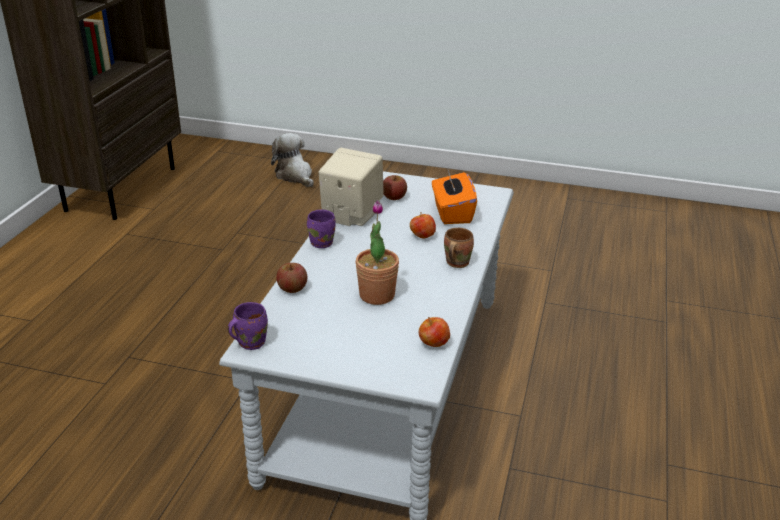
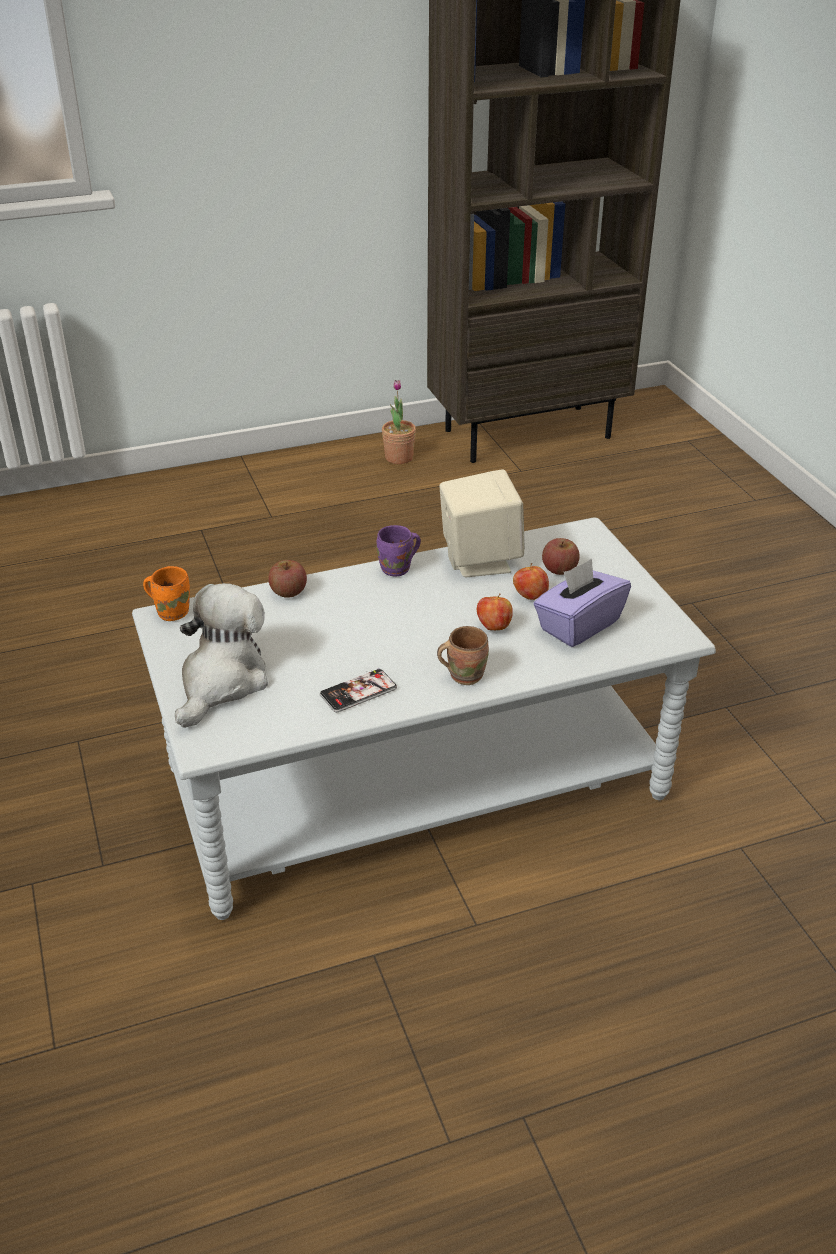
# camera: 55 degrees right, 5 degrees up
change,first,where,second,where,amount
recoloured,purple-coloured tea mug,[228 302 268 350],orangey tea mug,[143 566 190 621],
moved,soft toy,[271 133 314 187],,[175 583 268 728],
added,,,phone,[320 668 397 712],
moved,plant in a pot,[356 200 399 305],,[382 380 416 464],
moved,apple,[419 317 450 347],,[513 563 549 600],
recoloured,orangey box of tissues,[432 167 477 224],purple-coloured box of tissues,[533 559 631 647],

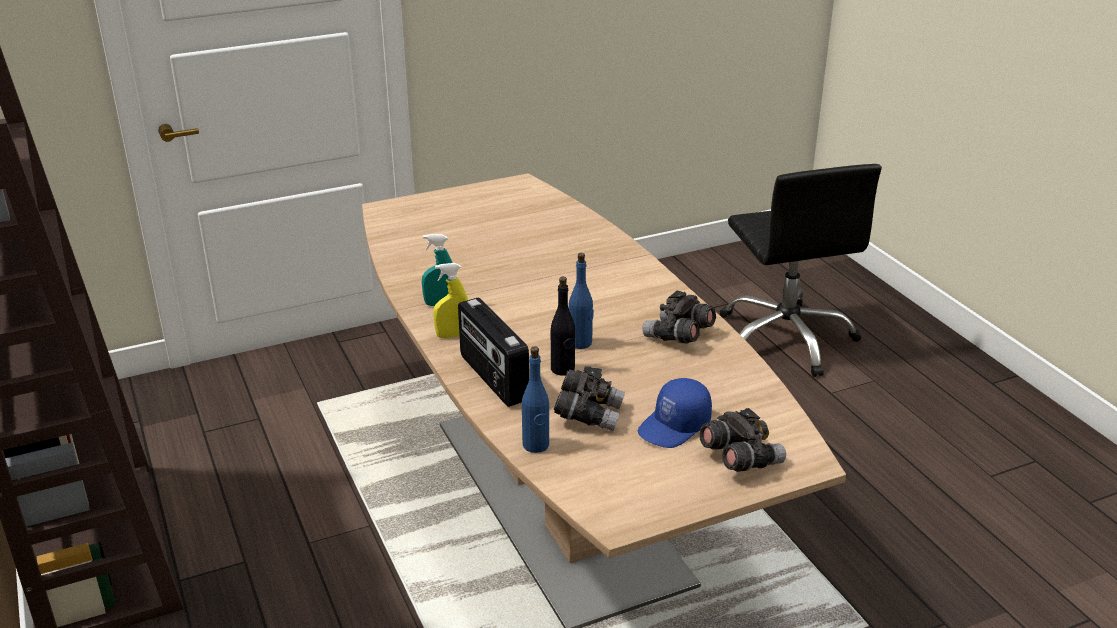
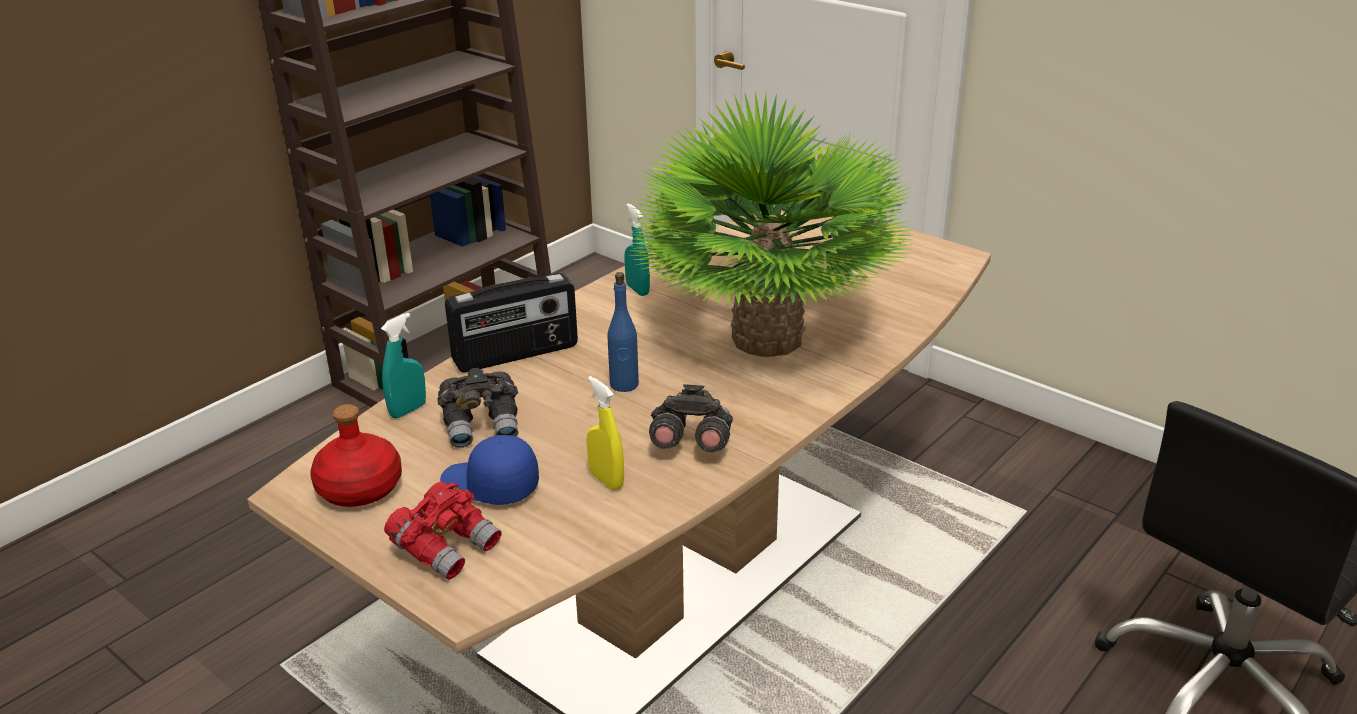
# camera: 65 degrees right, 0 degrees up
change,first,where,second,where,amount
added,,,red drink bottle,[310 404 402 507],
replaced,blue-coloured drink bottle,[522 346 549 453],blue-green spray bottle,[381 313 426 418],
recoloured,gray pair of binoculars,[699 408 786 472],red pair of binoculars,[384 481 502 580],
turned,radio,[458 298 529 407],,[445 273 578 373],150 degrees counterclockwise
moved,yellow-coloured spray bottle,[433 263 468 338],,[586 376 624 490],
added,,,plant in a pot,[628 91 914 357],
removed,blackish drink bottle,[551 277 575 375],,,

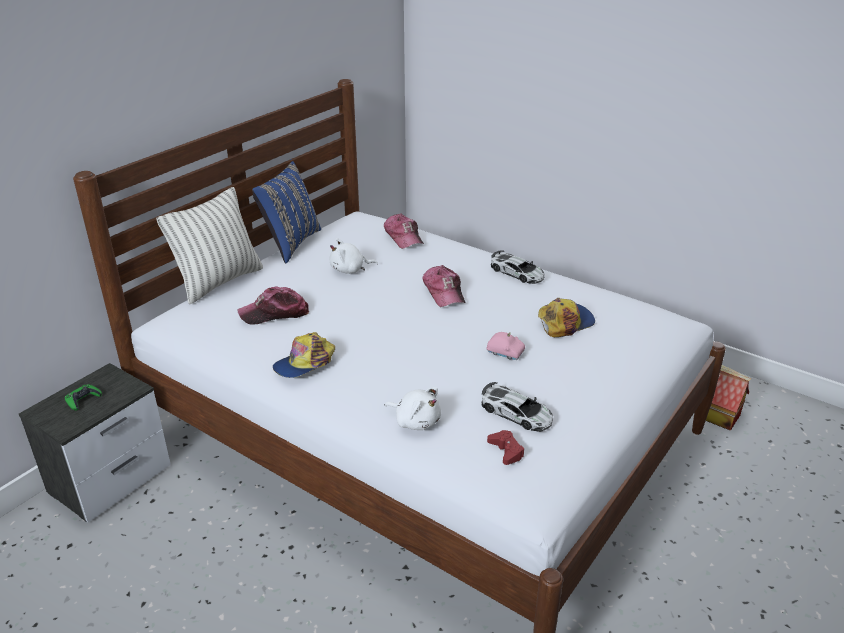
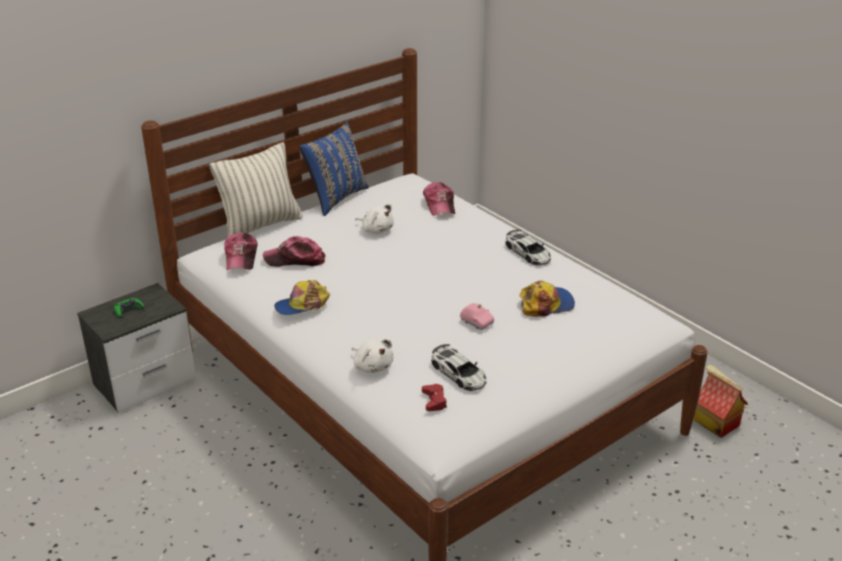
# camera: 15 degrees right, 0 degrees up
change,first,where,second,where,amount
moved,baseball cap,[423 265 466 307],,[224 233 257 270],
turned,white soft toy,[330 238 378 274],,[355 204 394 233],150 degrees counterclockwise

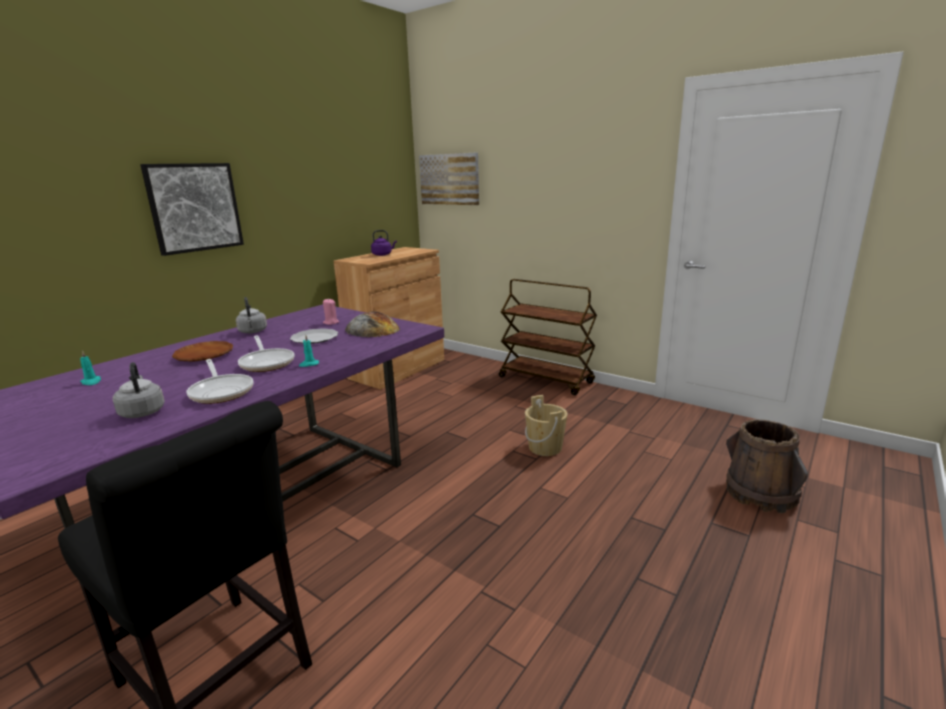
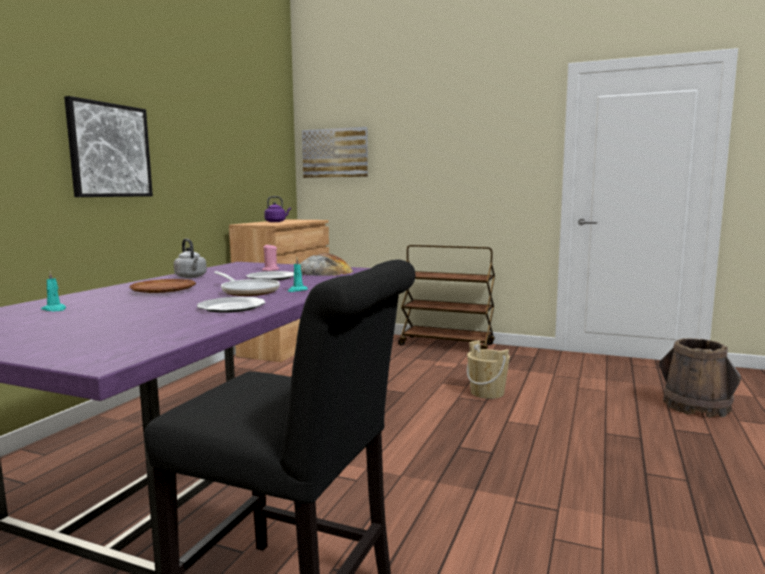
# camera: 15 degrees left, 10 degrees down
change,first,where,second,where,amount
replaced,pan,[187 359 254 404],dinner plate,[197 297 266 313],
removed,gray water kettle,[113 362 165 418],,,

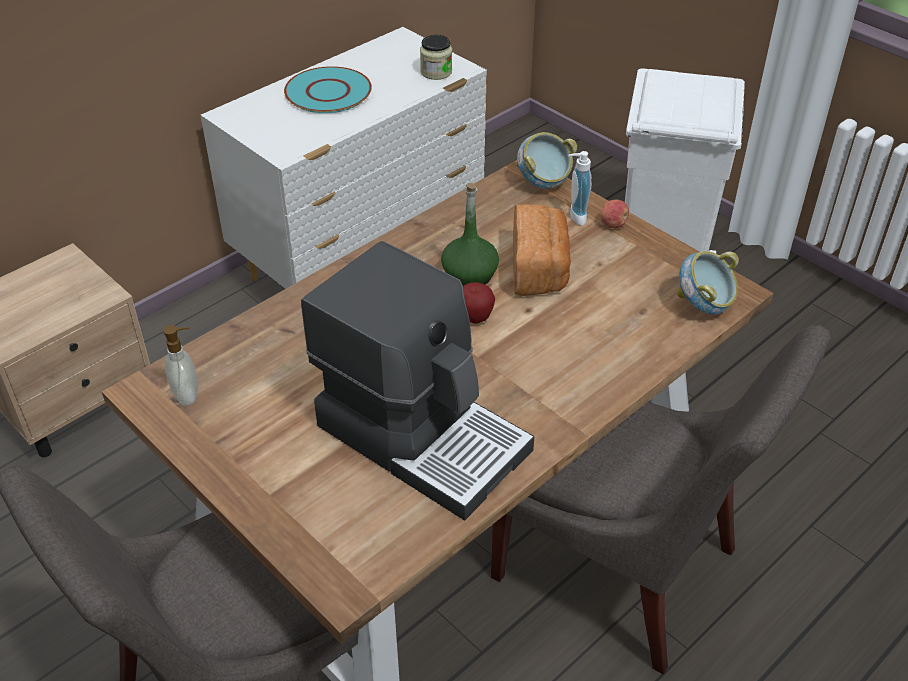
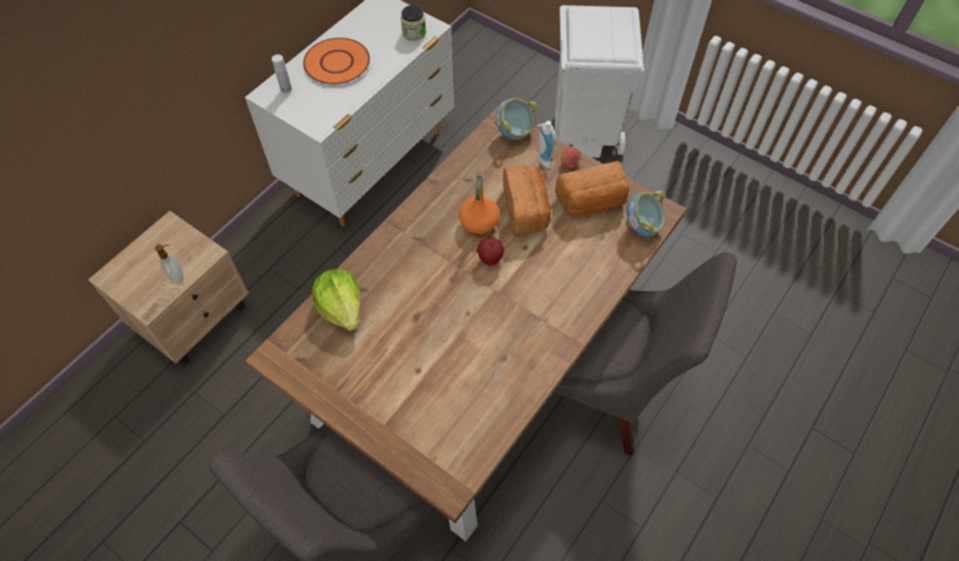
# camera: 10 degrees left, 15 degrees up
change,first,where,second,where,amount
moved,liquid soap bottle,[163 325 198 406],,[155 244 184 284],
added,,,white drink bottle,[272 54 292 94],
recoloured,blue-green dinner plate,[284 66 372 113],orangey dinner plate,[303 38 370 85],
added,,,lettuce head,[312 269 360 331],
recoloured,green drink bottle,[441 183 499 286],orangey drink bottle,[459 171 500 235],
added,,,bakery bread,[555 161 630 217],
removed,coffee brewer,[301 241 534 520],,,

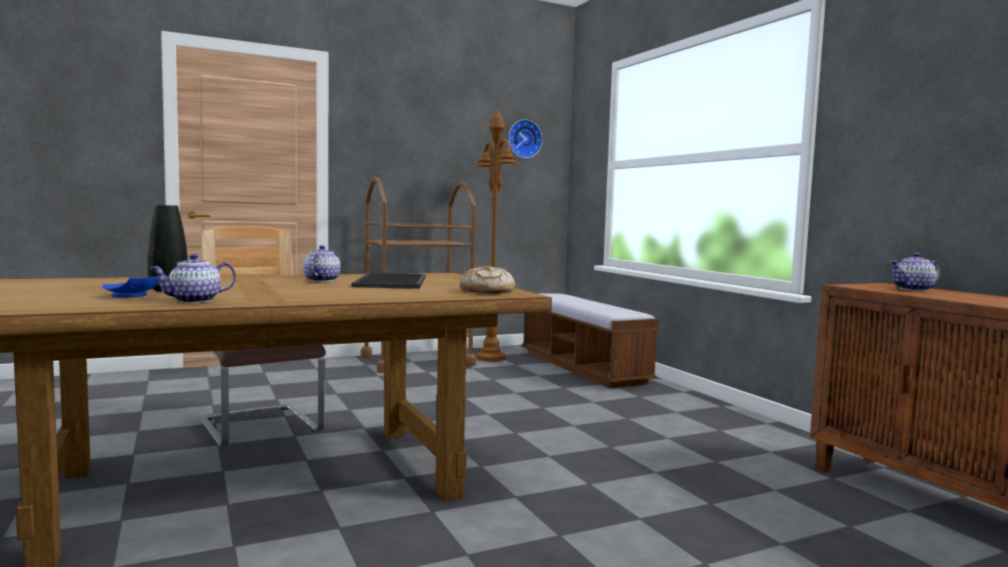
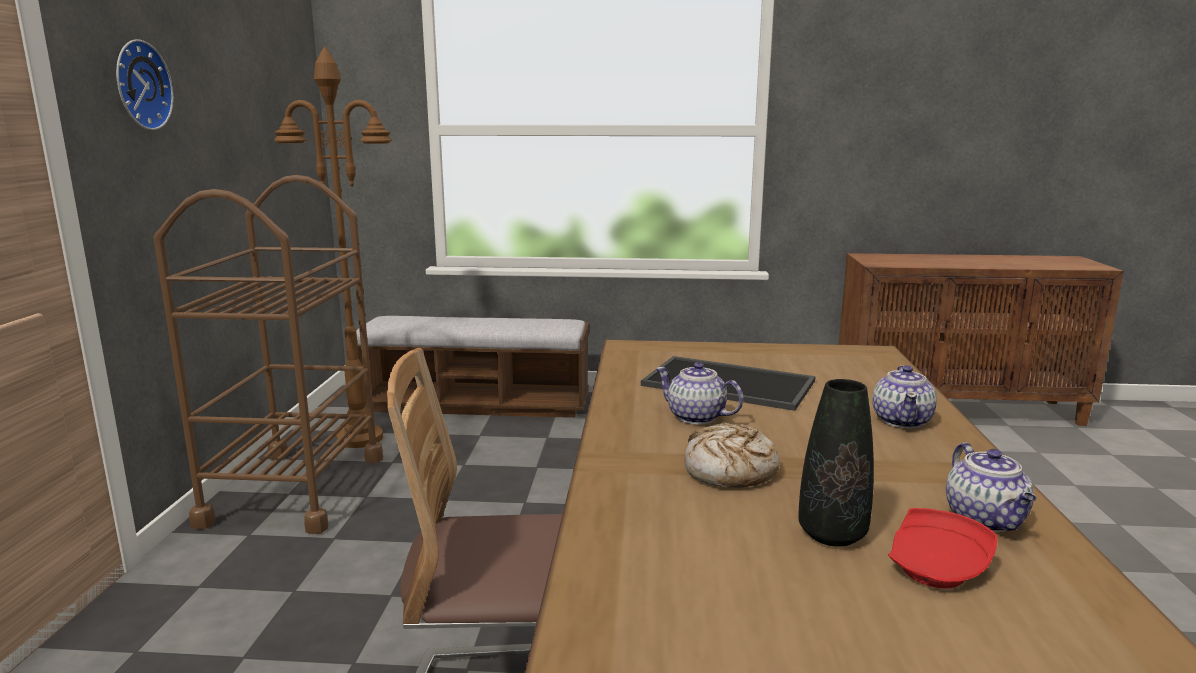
# camera: 60 degrees left, 10 degrees up
change,first,where,second,where,amount
moved,clock on the wall,[508 120 542 158],,[116 39 174 130],
moved,bakery bread,[460 266 515 293],,[684 422 780 488],
moved,teapot,[890 253 941 291],,[872 365 937 429],
recoloured,blue-coloured dinner plate,[102 276 159 298],red dinner plate,[888 508 998 588],

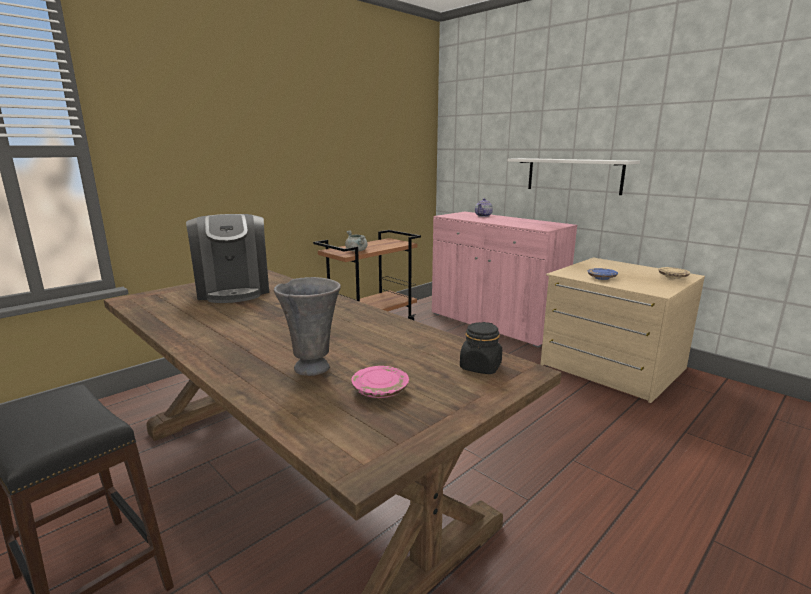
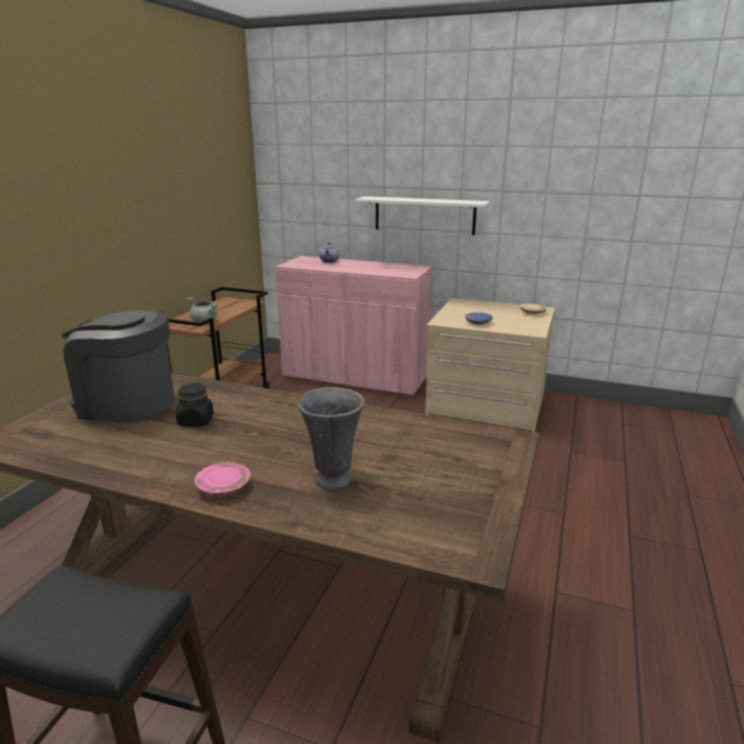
# camera: 25 degrees left, 5 degrees up
change,first,where,second,where,amount
turned,coffee brewer,[186 214 269 303],,[62 310 175 422],150 degrees clockwise
moved,blackish preserve jar,[460 322 502 374],,[176 383 214 427],
moved,pinkish dinner plate,[351 366 409 398],,[194 462 250 497],

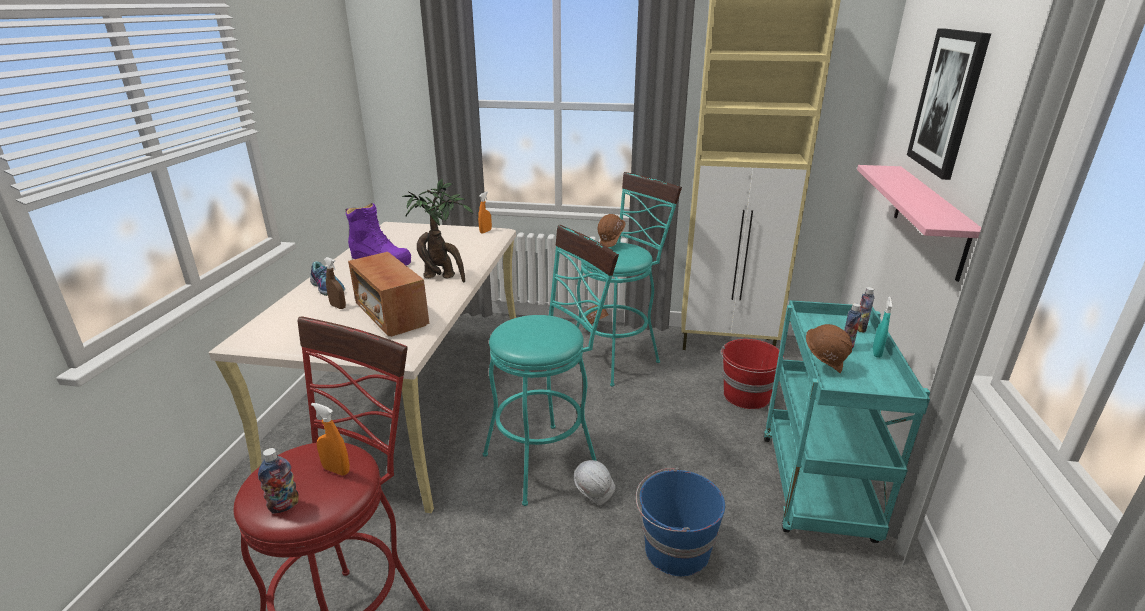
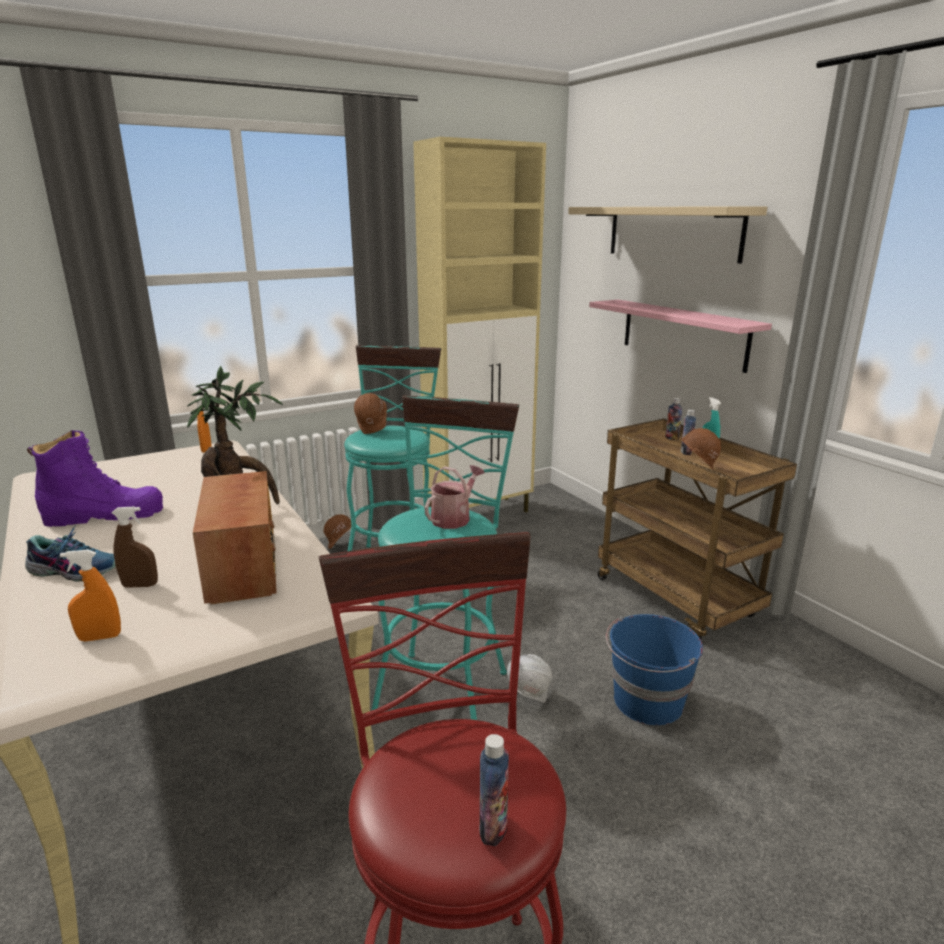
# camera: 40 degrees left, 5 degrees down
change,first,where,second,where,amount
moved,orangey spray bottle,[311 403 350 475],,[60 550 121 641],
turned,radio,[348 252 429 337],,[193 471 277 604],120 degrees counterclockwise
added,,,watering pot,[424 465 484 529],
replaced,wall art,[907 29 991 180],sand-coloured bracket shelf,[568 206 767 264],
recoloured,blue-green cart,[764 300 930 543],brownish cart,[598 418 797 639],
removed,red bucket,[721 339 785 409],,,

